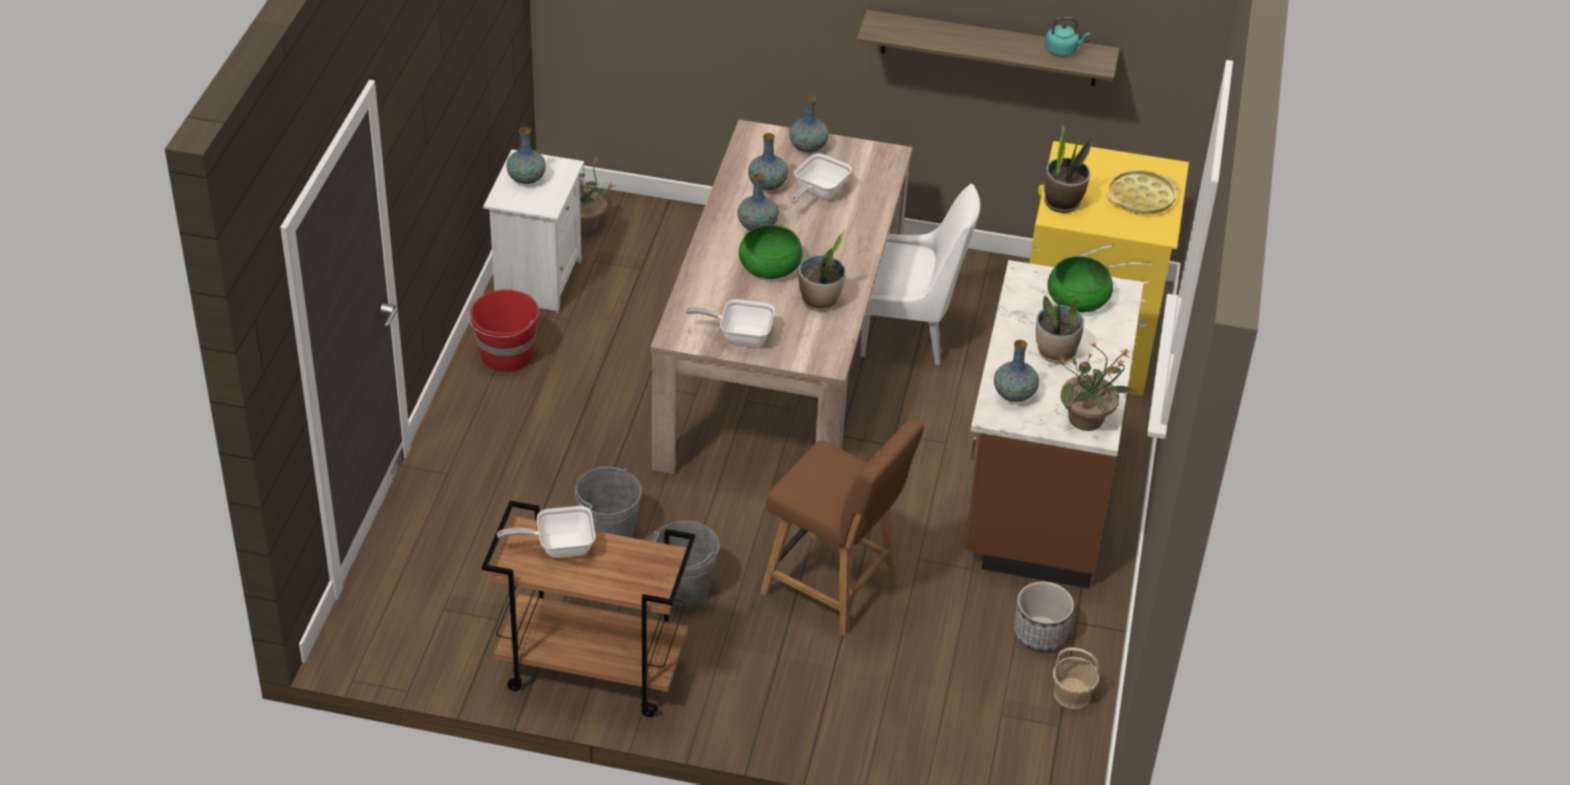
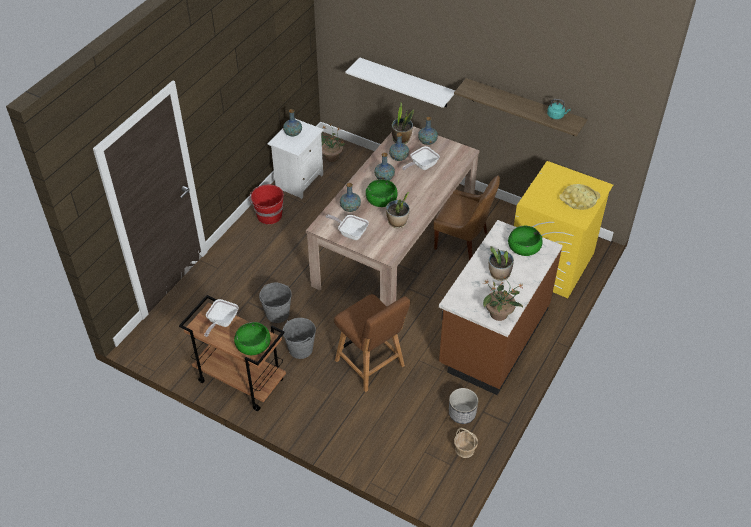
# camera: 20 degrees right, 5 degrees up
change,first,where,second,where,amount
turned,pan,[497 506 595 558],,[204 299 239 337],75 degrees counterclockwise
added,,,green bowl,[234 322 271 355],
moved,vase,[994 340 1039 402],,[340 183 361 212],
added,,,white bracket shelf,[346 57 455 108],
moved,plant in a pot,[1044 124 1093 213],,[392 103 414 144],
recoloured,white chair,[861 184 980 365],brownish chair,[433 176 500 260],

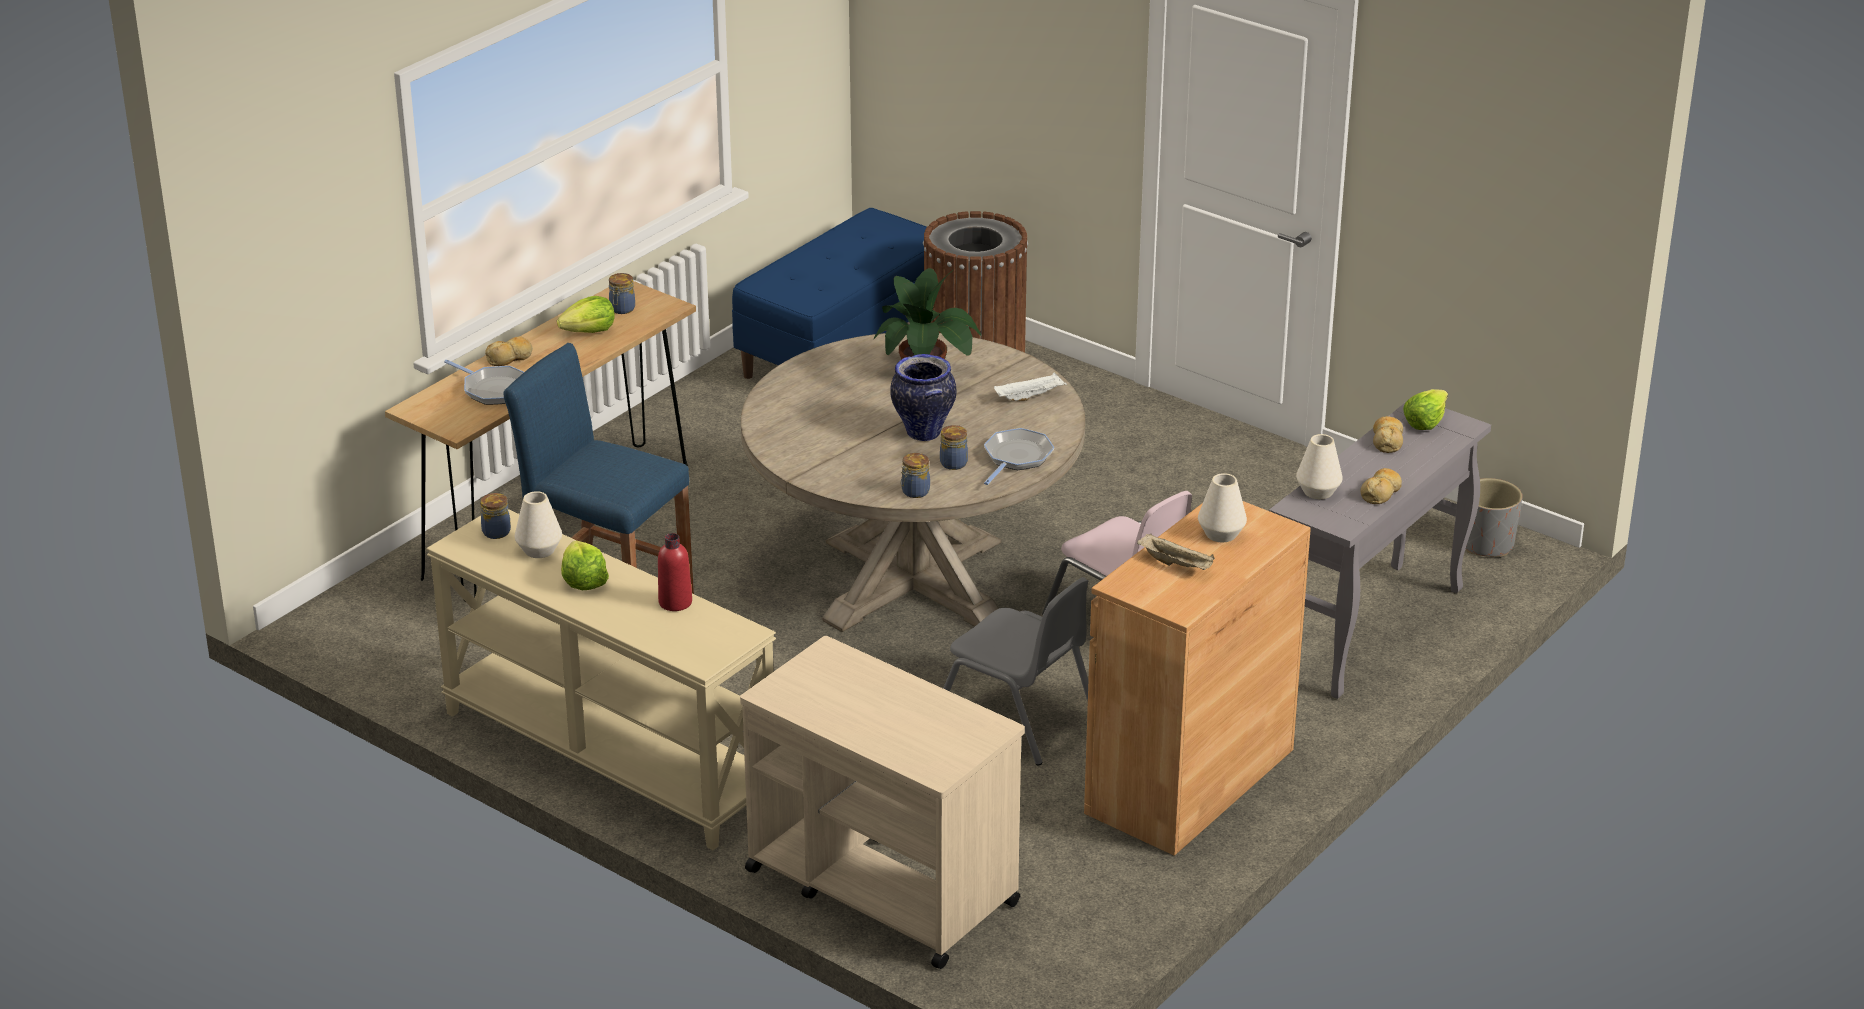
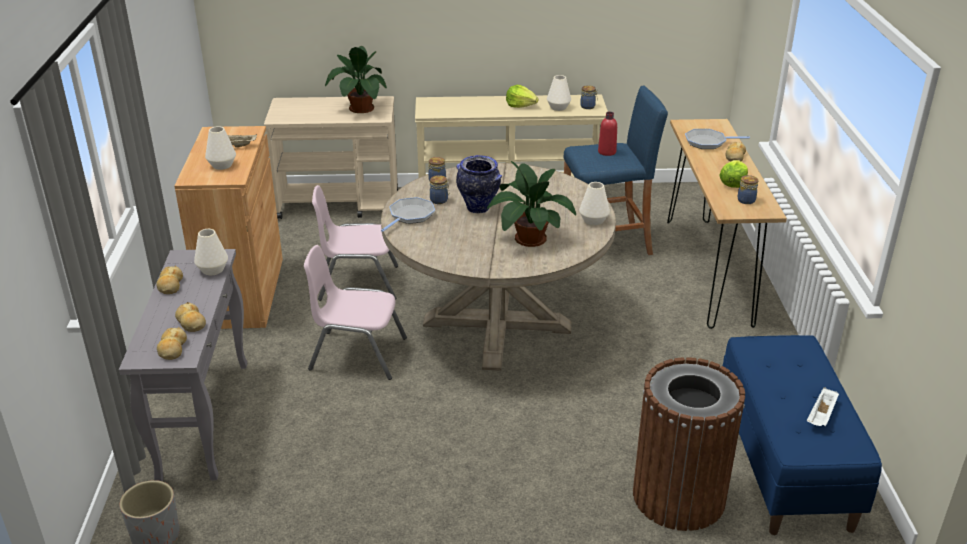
# camera: 140 degrees right, 0 degrees up
change,first,where,second,where,amount
replaced,lettuce head,[1403 389 1448 430],bakery bread,[157 327 187 360],
recoloured,gray chair,[943 577 1088 765],pinkish chair,[312 185 398 301],
added,,,plant in a pot,[325 46 387 113],
turned,pan,[984 428 1054 485],,[381 197 435 232],135 degrees counterclockwise
added,,,white vase,[579 182 610 226],
moved,red drink bottle,[658 533 692 611],,[598 112 617 156],
moved,white tray,[994 372 1067 401],,[807 387 839 427],

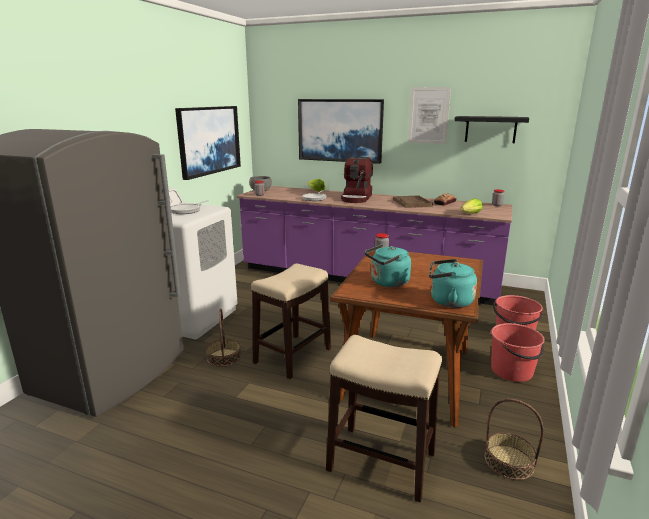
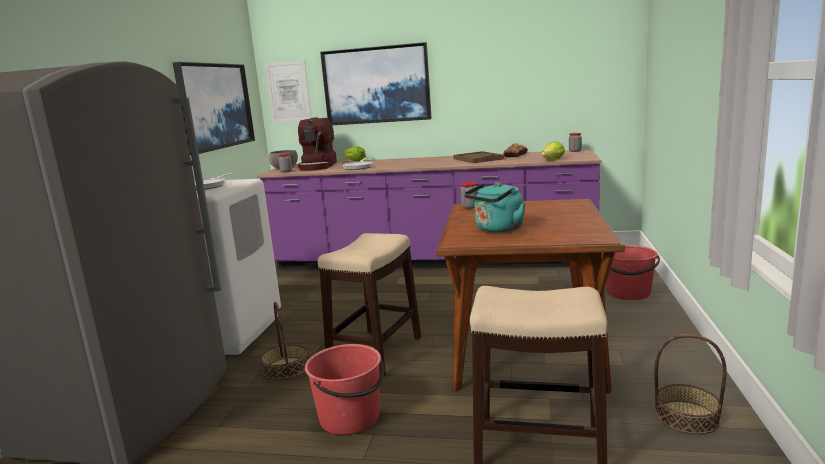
# camera: 10 degrees left, 5 degrees down
change,first,where,second,where,amount
moved,wall art,[408 87 451 144],,[265 60 311 123],
moved,coffee brewer,[341 156 373 203],,[298 117 337 171],
moved,red bucket,[491 323 545 382],,[305 344 384 435],
removed,blue-green water kettle,[429 259 477 308],,,
removed,blackish bracket shelf,[454 116 529 143],,,

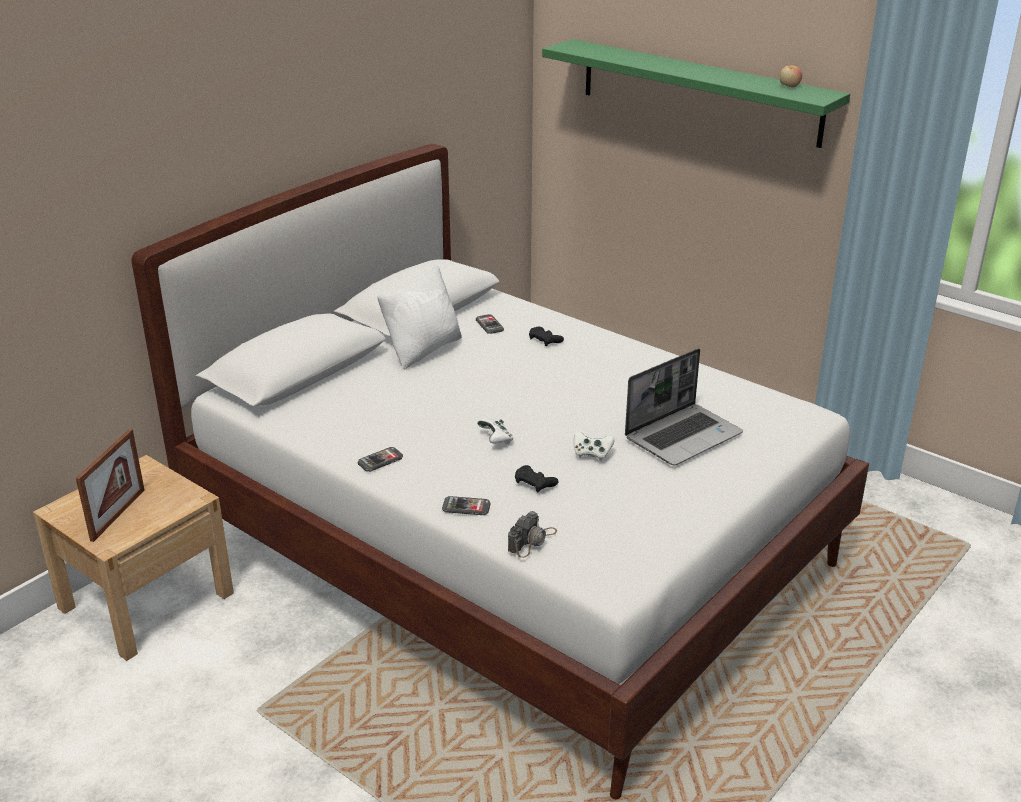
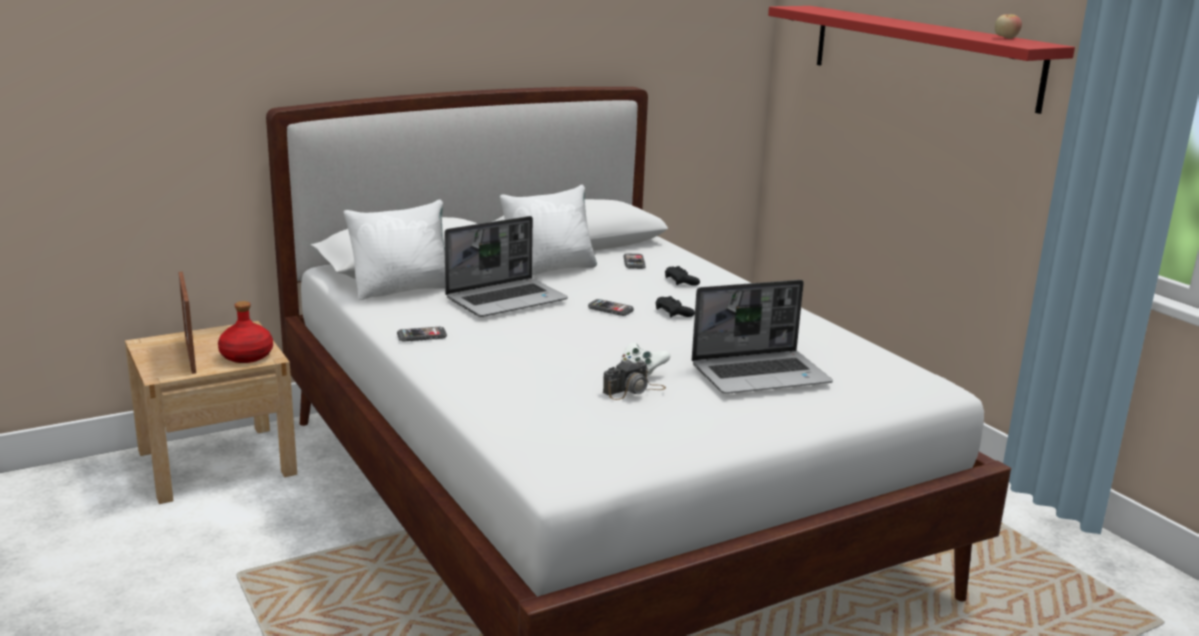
# camera: 20 degrees right, 10 degrees down
change,first,where,second,where,amount
turned,picture frame,[76 429 144 542],,[178 272 196 374],120 degrees clockwise
added,,,red drink bottle,[218 301 273 363],
added,,,white throw pillow,[344 200 445 300],
added,,,laptop,[444 216 568 317],
moved,phone,[442 496 491 515],,[588 299 634 316],
moved,still camera,[508 511 557 558],,[603 359 666 400],
moved,blackish gamepad,[515 465 558 492],,[656 296 695 317],
recoloured,green bracket shelf,[542 39 850 148],red bracket shelf,[768 6 1075 114],
removed,white gamepad,[477 418 513 445],,,

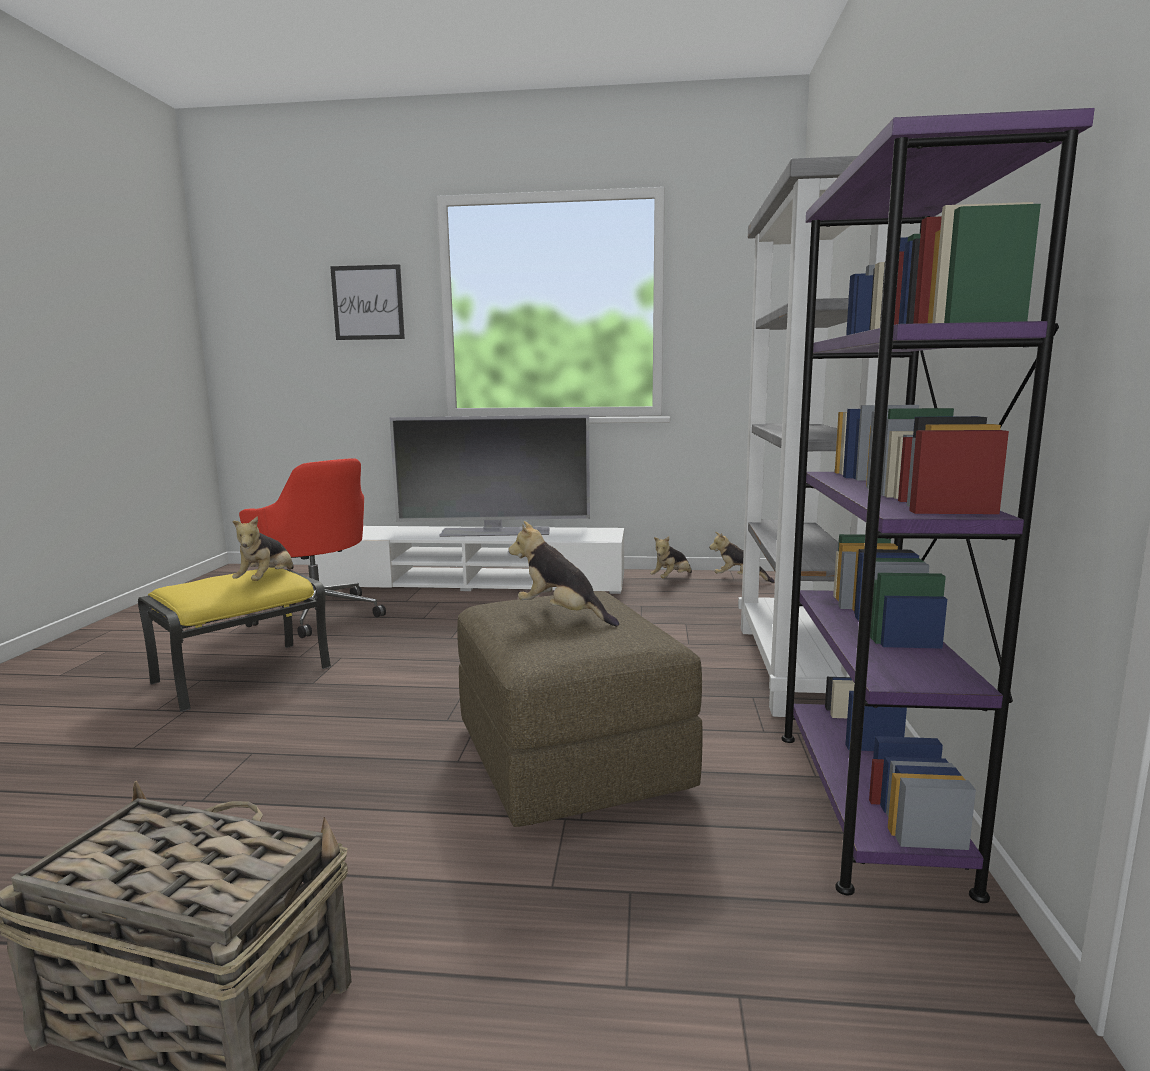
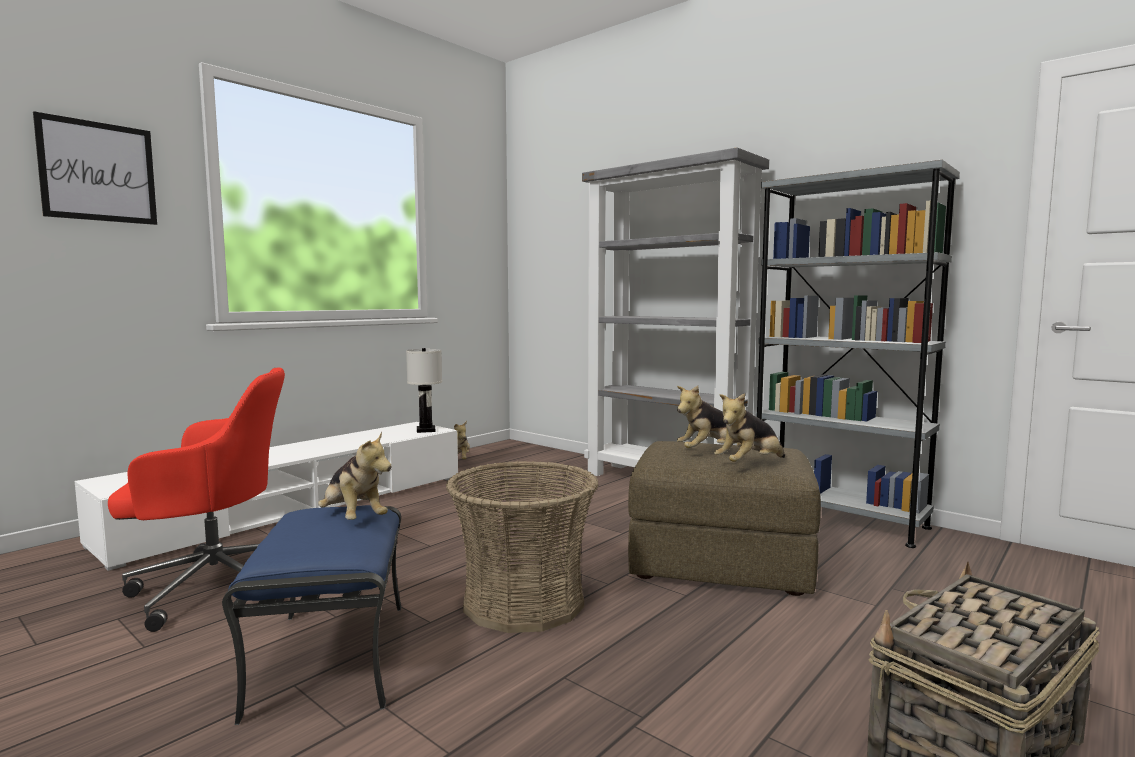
# camera: 55 degrees left, 5 degrees down
change,first,where,second,where,amount
recoloured,yellow-coloured pouffe,[138 567 331 712],blue-coloured pouffe,[222 505 401 725],
added,,,white tabletop lamp,[406 348 442 433],
added,,,basket,[446 461 598 633],
moved,soft toy,[709 532 775 583],,[714 393 785 462],
recoloured,purple-coloured bookshelf,[782 108 1095 903],gray bookshelf,[756 160 960 548],
removed,television,[389 415 590 537],,,

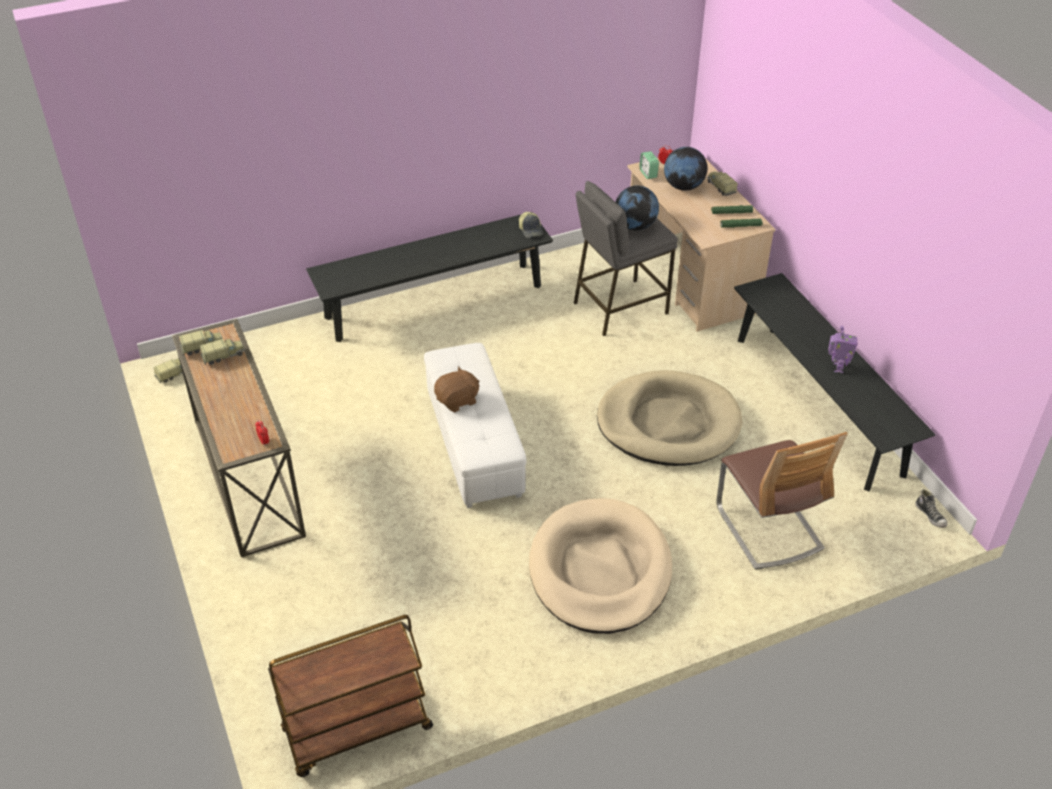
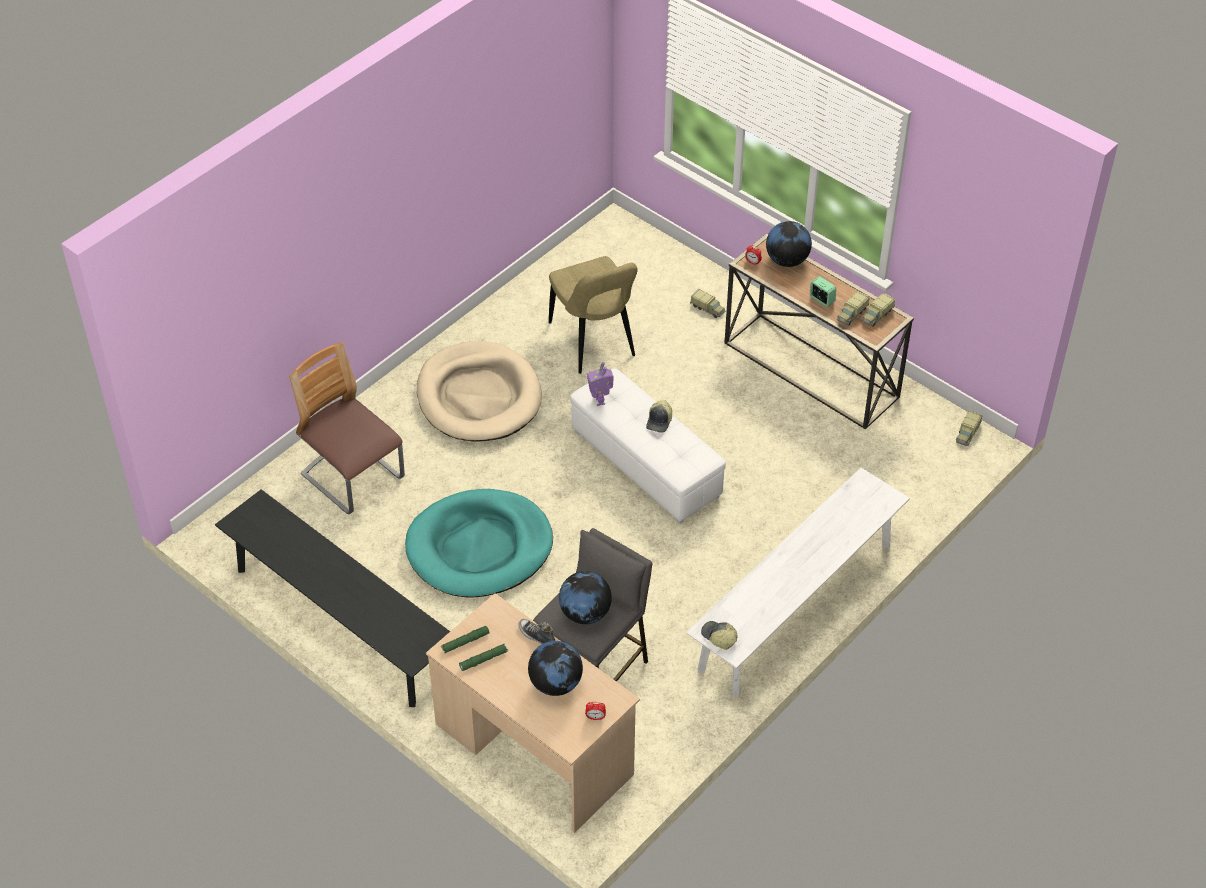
# camera: 155 degrees right, 5 degrees up
change,first,where,second,where,amount
recoloured,sand-coloured dog cushion,[597 370 742 466],blue-green dog cushion,[405 489 553 597],
moved,low shoe,[916 489 948 528],,[519 619 555 644],
added,,,sand-coloured chair,[549 256 638 374],
moved,toy robot,[828 326 857 373],,[587 362 614 406],
replaced,brownish soft toy,[434 366 479 412],baseball cap,[646 400 672 433],
recoloured,blackish indoor bench,[306 214 553 342],white indoor bench,[686 468 910 698],
moved,toy lorry,[707 171 738 196],,[690 289 725 318],
added,,,desk globe,[766 221 812 267],
moved,bedside clock,[639 151 659 179],,[810 276 836 307],
removed,brownish cart,[268 615 433 777],,,

